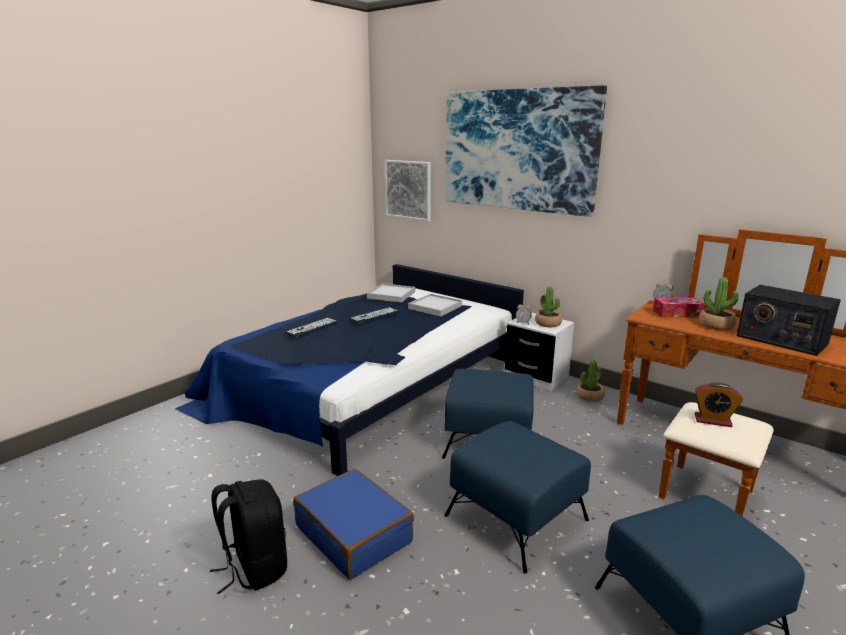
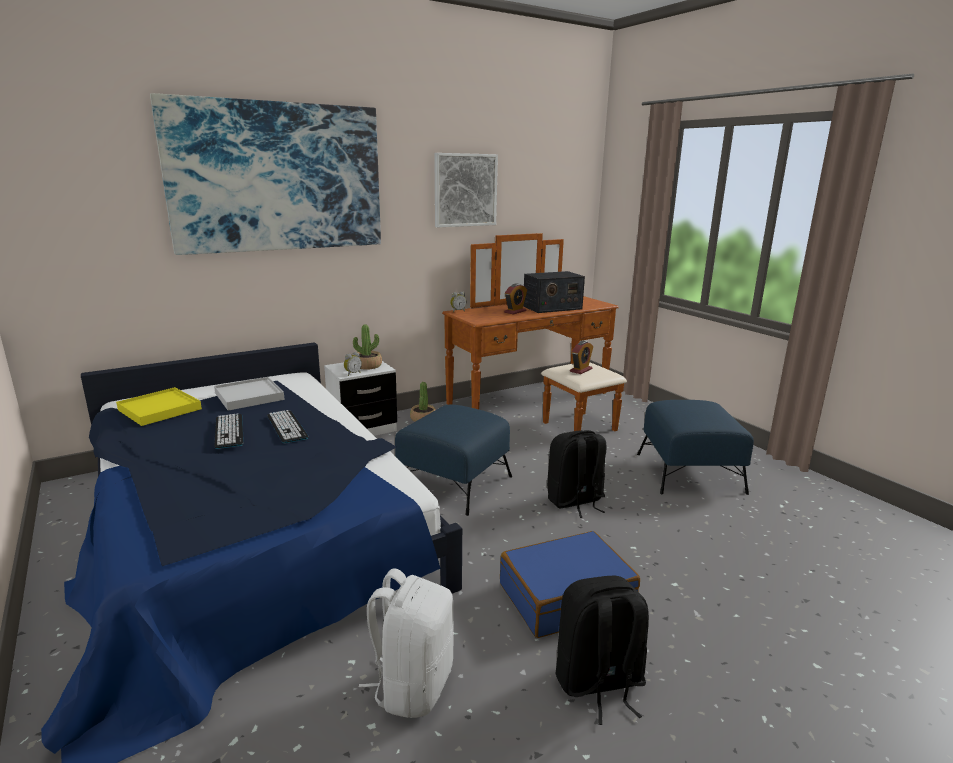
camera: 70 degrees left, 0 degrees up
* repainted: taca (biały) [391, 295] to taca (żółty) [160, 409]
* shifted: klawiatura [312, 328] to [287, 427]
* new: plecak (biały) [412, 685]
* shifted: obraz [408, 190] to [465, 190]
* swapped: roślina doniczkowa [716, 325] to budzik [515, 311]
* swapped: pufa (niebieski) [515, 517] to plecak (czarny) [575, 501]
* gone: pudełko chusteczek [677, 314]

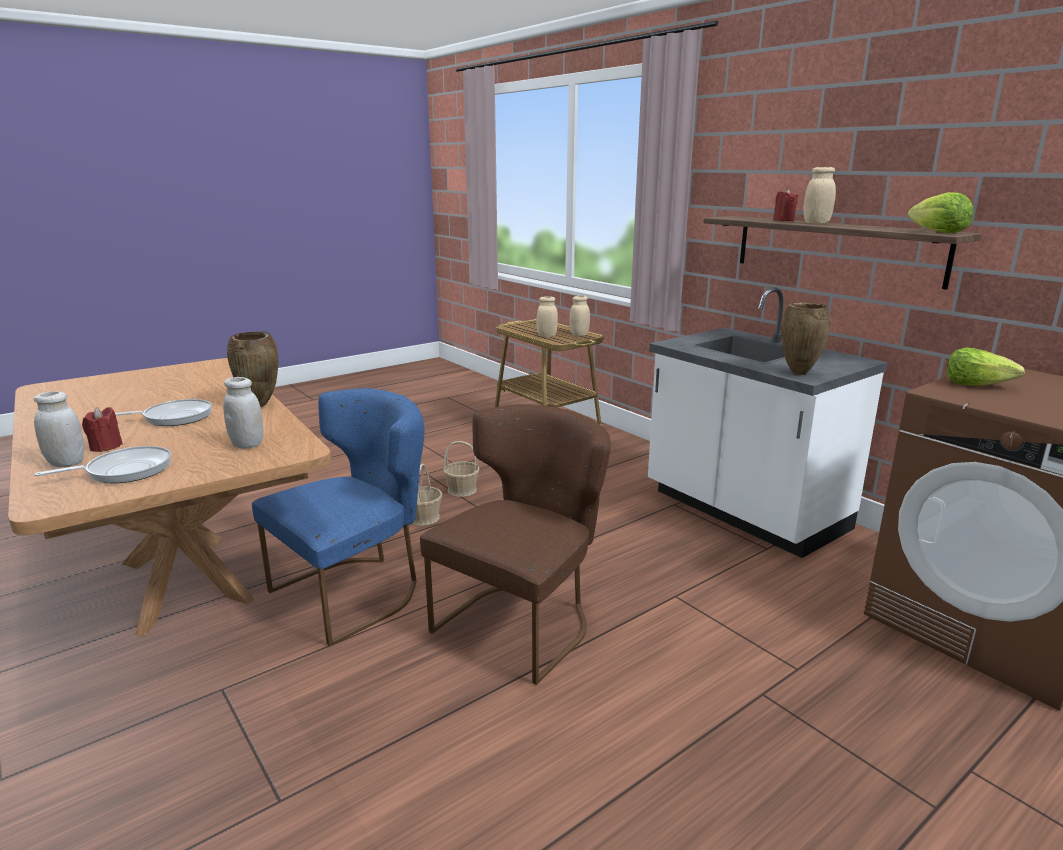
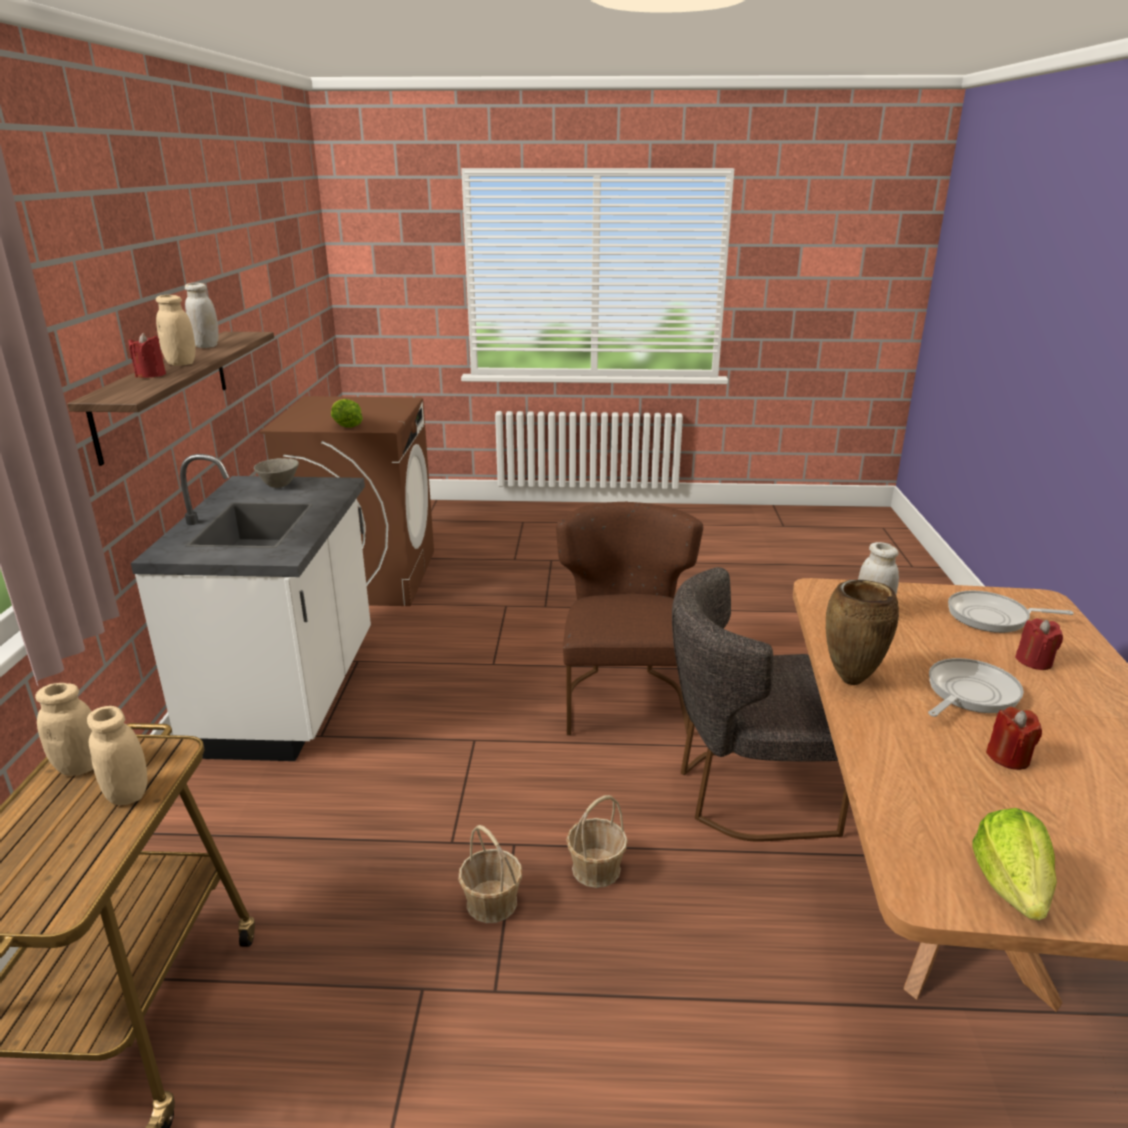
camera: 140 degrees left, 5 degrees up
* shifted: słoik (biały) [66, 463] to [206, 346]
* new: miska (szary) [279, 486]
* rotated: krzesło (brązowy) [523, 621] = [625, 697] 105 degrees clockwise
* repainted: krzesło (niebieski) [356, 590] to krzesło (szary) [745, 792]
* rotated: patelnia [174, 417] = [969, 693] 120 degrees clockwise
* shifted: sałata [937, 232] to [1011, 887]
* new: świeca (czerwony) [1008, 757]
* gone: wazon (brązowy) [797, 373]

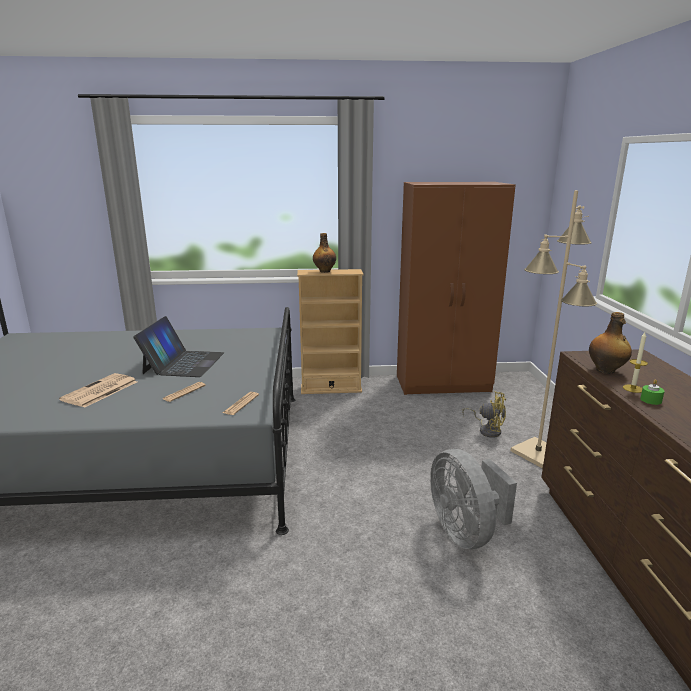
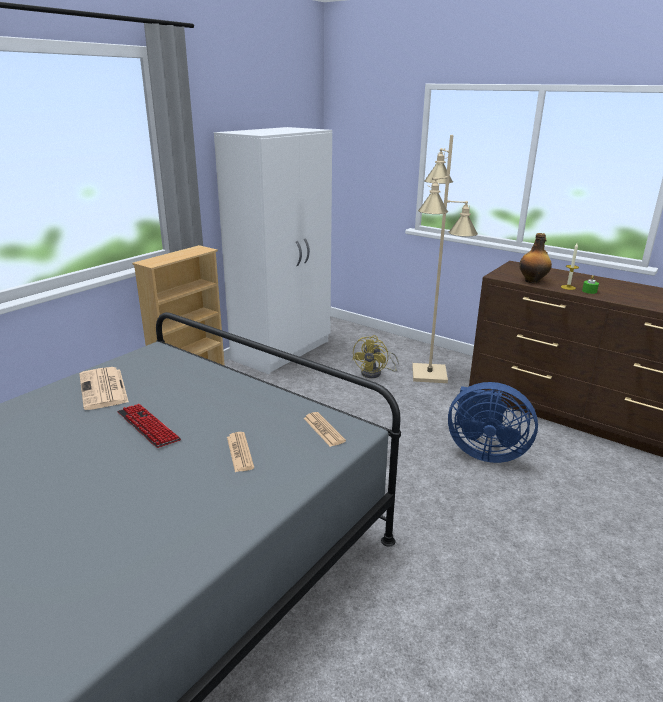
camera: 50 degrees left, 5 degrees up
* shifted: gazeta [99, 391] to [104, 389]
* swapped: laptop [183, 363] to klawiatura [148, 426]
* repainted: szafa (brązowy) [444, 384] to szafa (biały) [283, 350]
* rotated: wentylator (żółty) [487, 430] = [375, 373] 135 degrees clockwise
* repainted: wentylator (szary) [466, 532] to wentylator (niebieski) [484, 452]
* gone: butelka [324, 271]

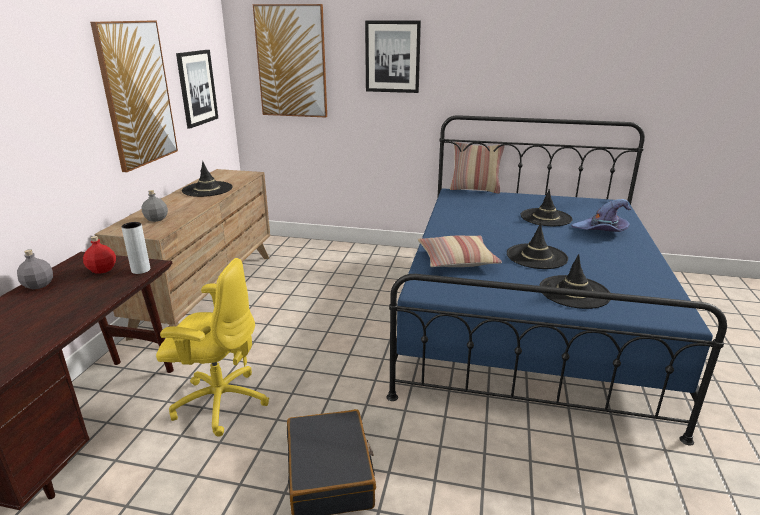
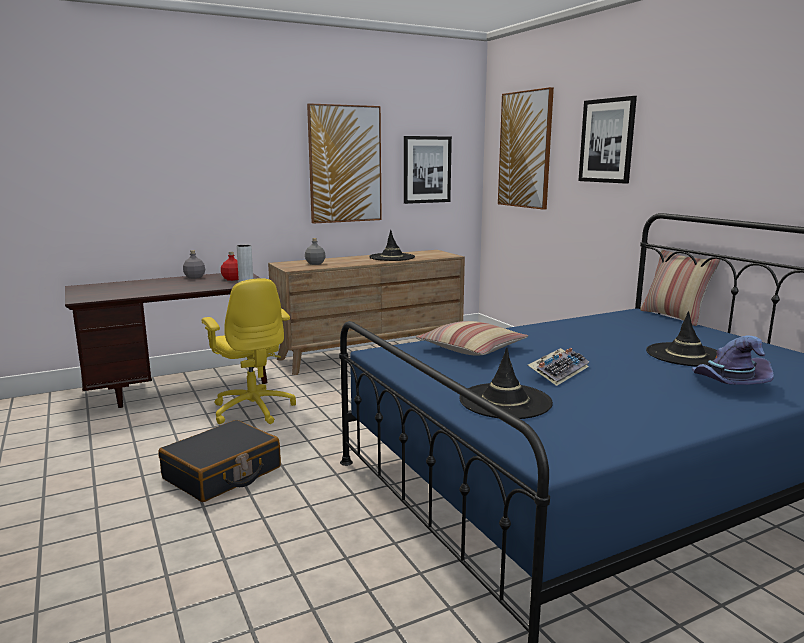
camera: 50 degrees right, 10 degrees down
* swapped: kapelusz (czarny) [536, 256] to klawiatura [558, 372]

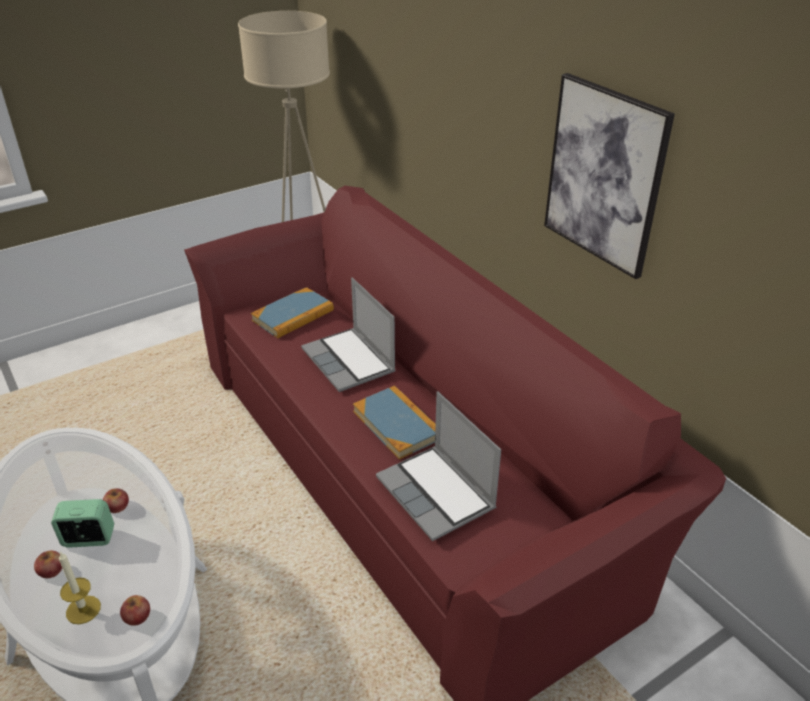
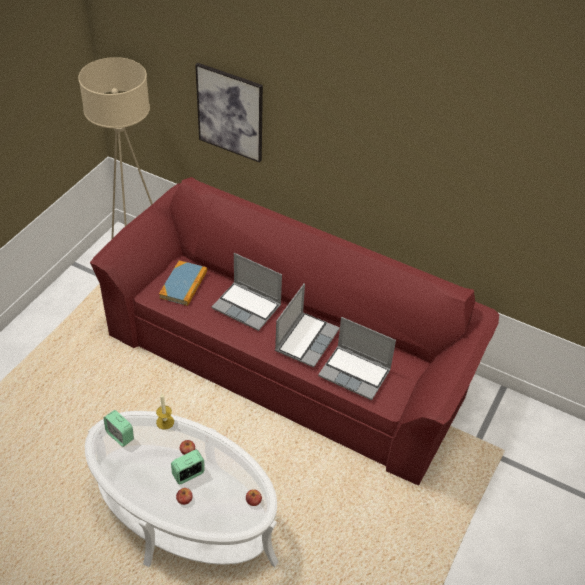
camera: 30 degrees left, 10 degrees up
* new: budzik [120, 436]
* shifted: świeca [83, 609] to [165, 422]
* shifted: obraz [604, 175] to [230, 112]
* swapped: książka [397, 424] to laptop [306, 339]

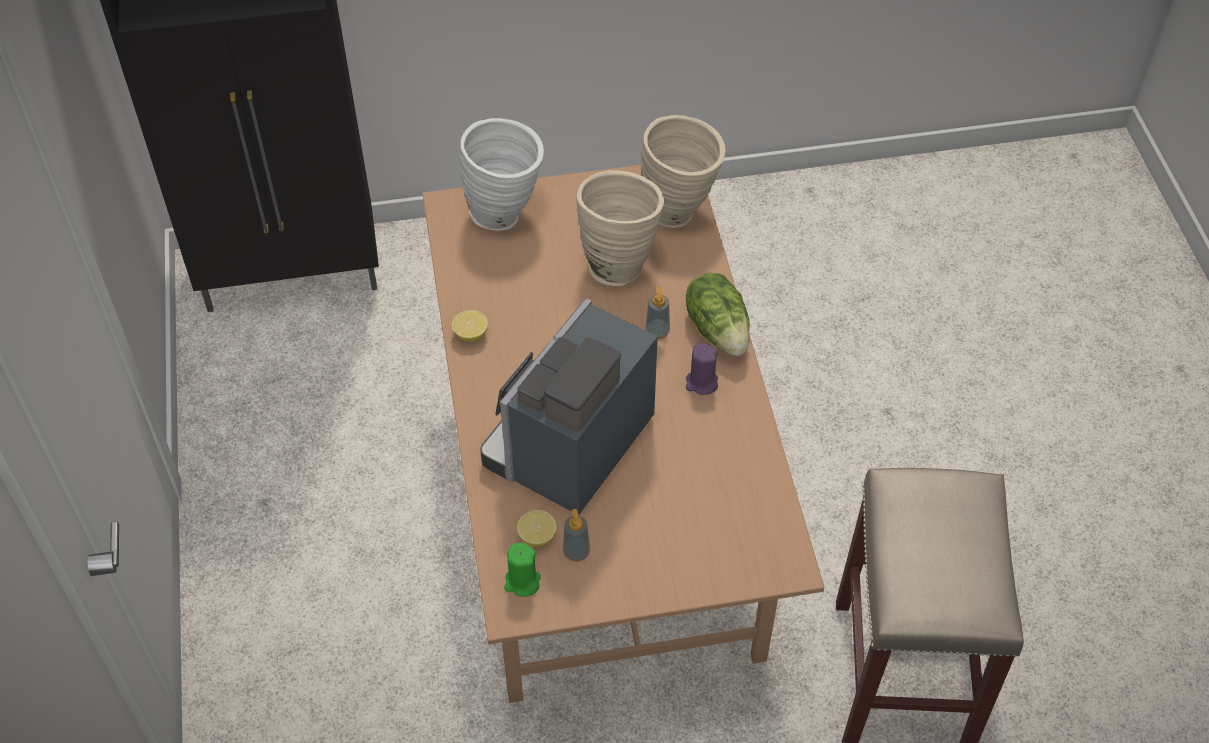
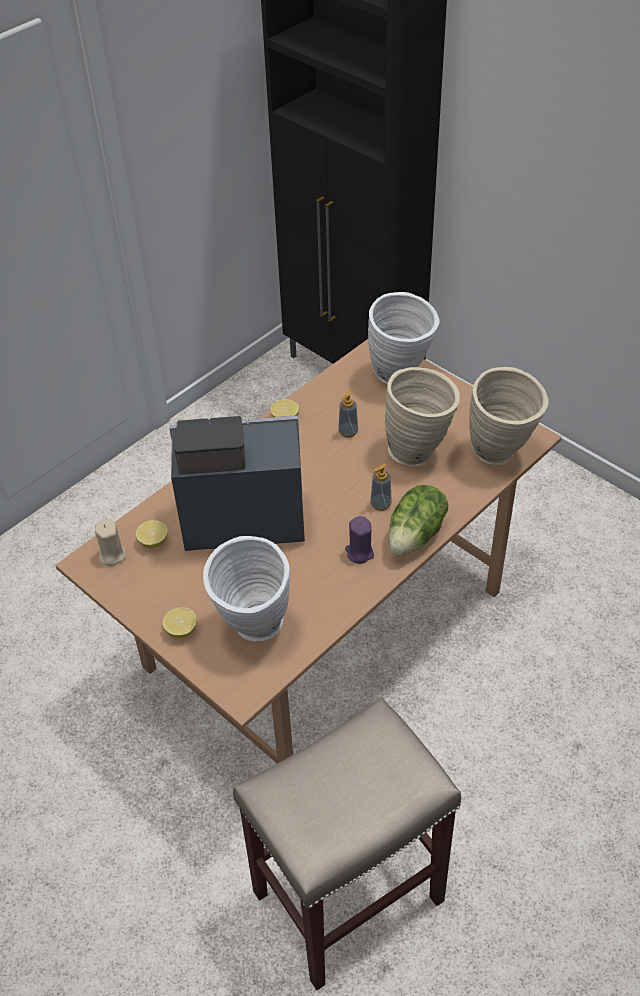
camera: 55 degrees right, 5 degrees down
* repainted: świeca (zielony) [522, 582] to świeca (beżowy) [112, 555]
* new: cytryna [181, 630]
* new: wazon (biały) [254, 631]
* shifted: dozownik mydła [576, 552] to [348, 432]

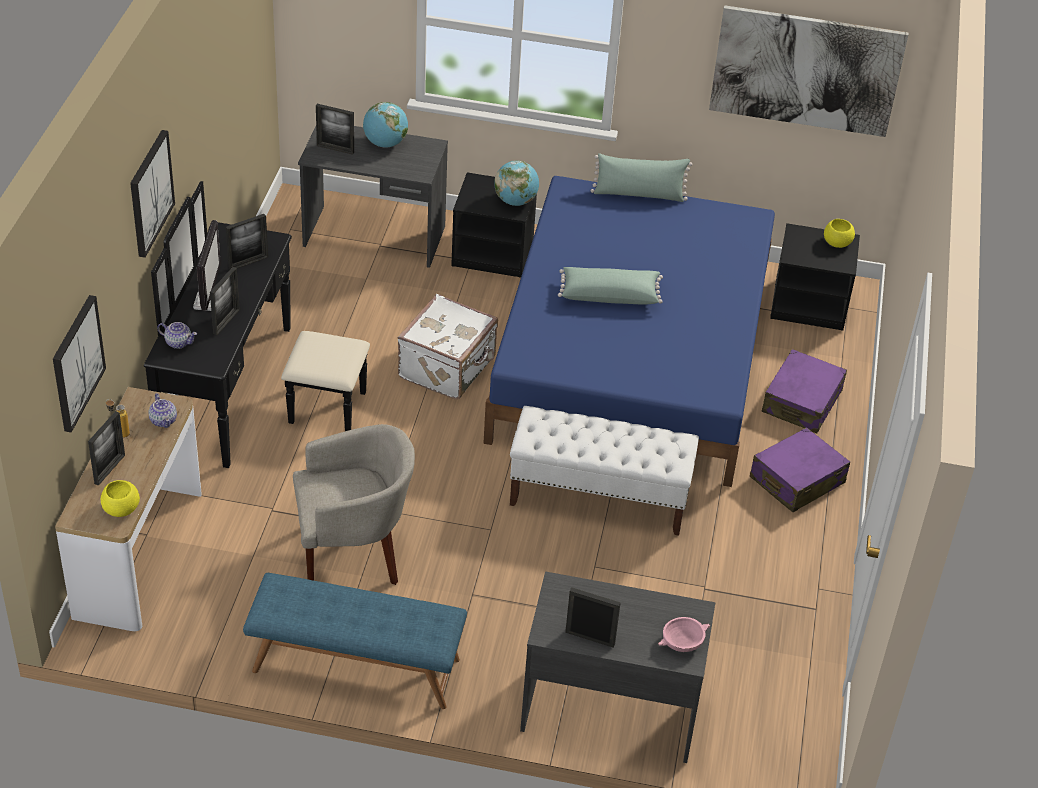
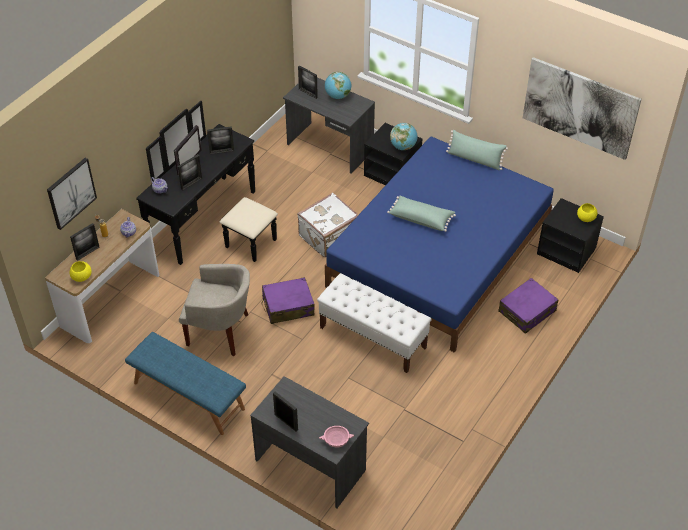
camera: 25 degrees right, 5 degrees up
* shifted: walizka (fioletowy) [796, 481] to [288, 306]
* gone: obraz [150, 193]

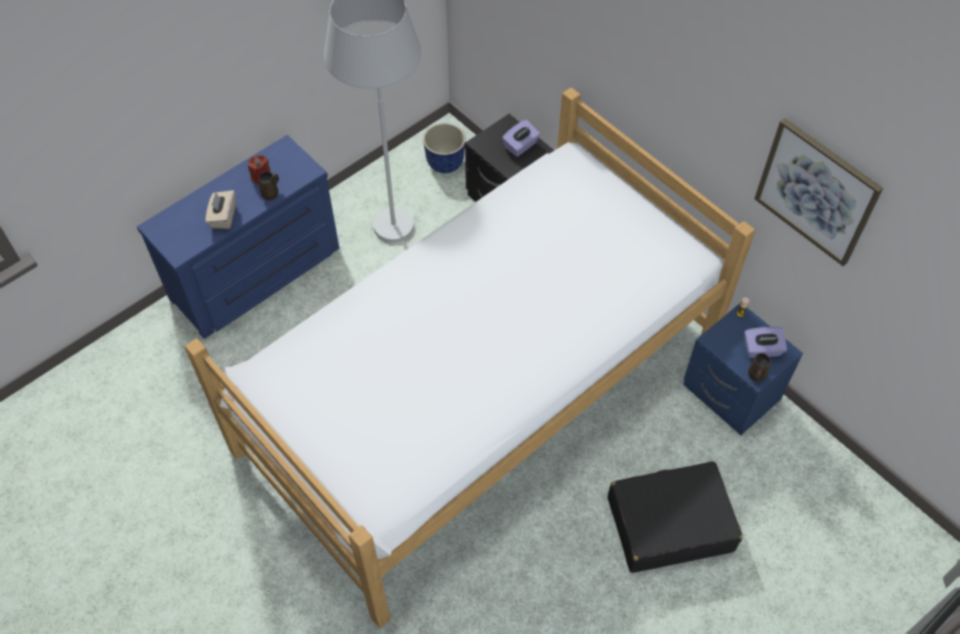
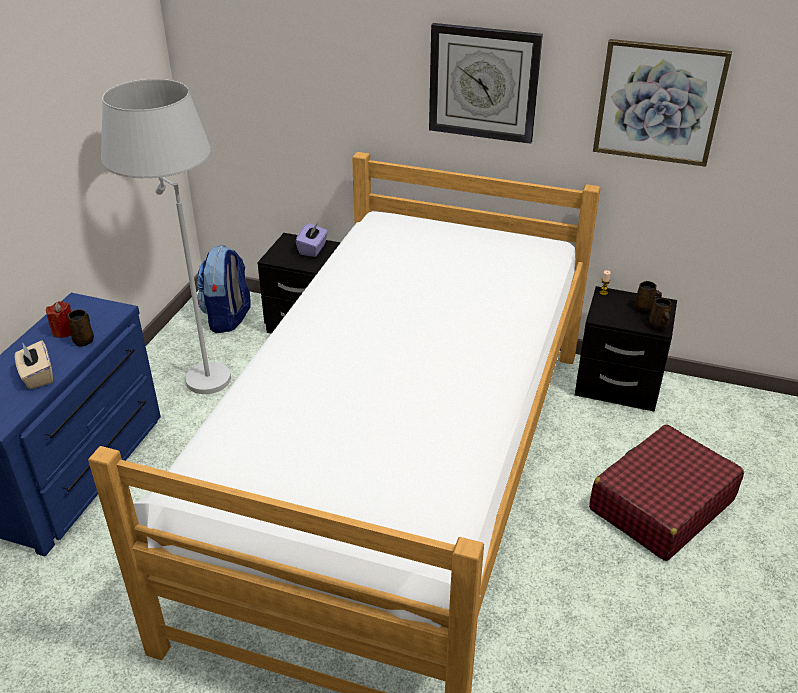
camera: 30 degrees left, 20 degrees down
* swapped: donica [445, 164] to plecak [228, 318]
* new: zegar ścienny [483, 83]
* repainted: szafka nocna (niebieski) [729, 394] to szafka nocna (czarny) [617, 386]
* repainted: walizka (czarny) [669, 524] to walizka (czerwony) [661, 505]
* swapped: pudełko chusteczek (fioletowy) [762, 349] to kubek (brązowy) [644, 309]

